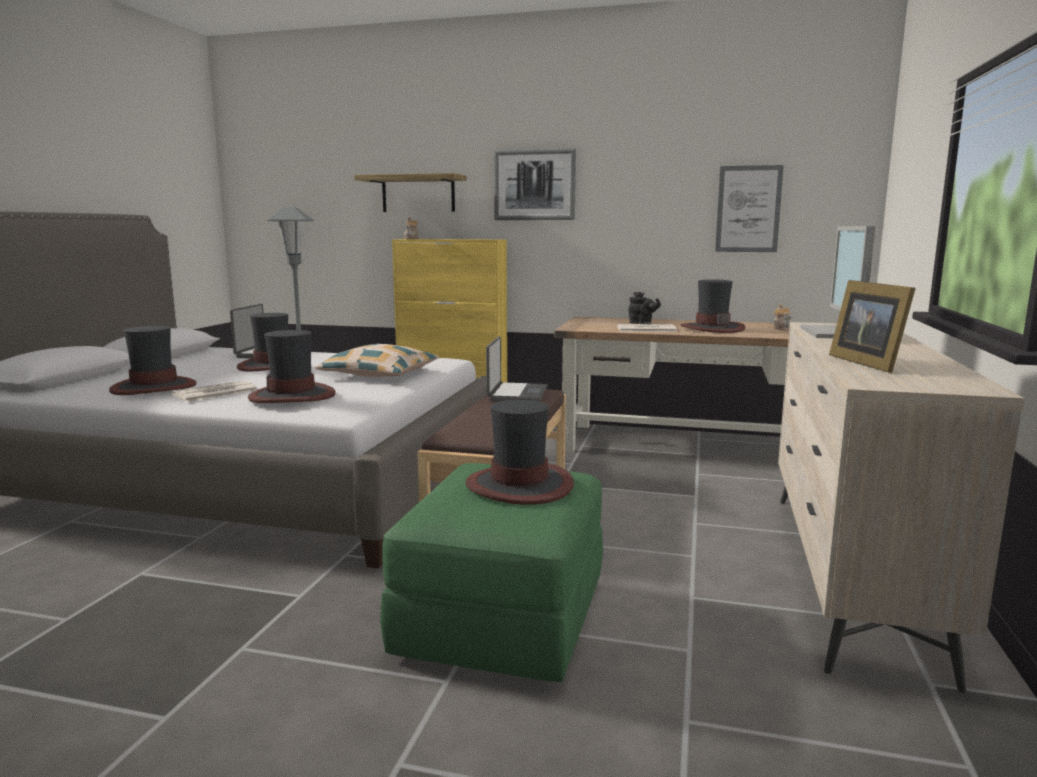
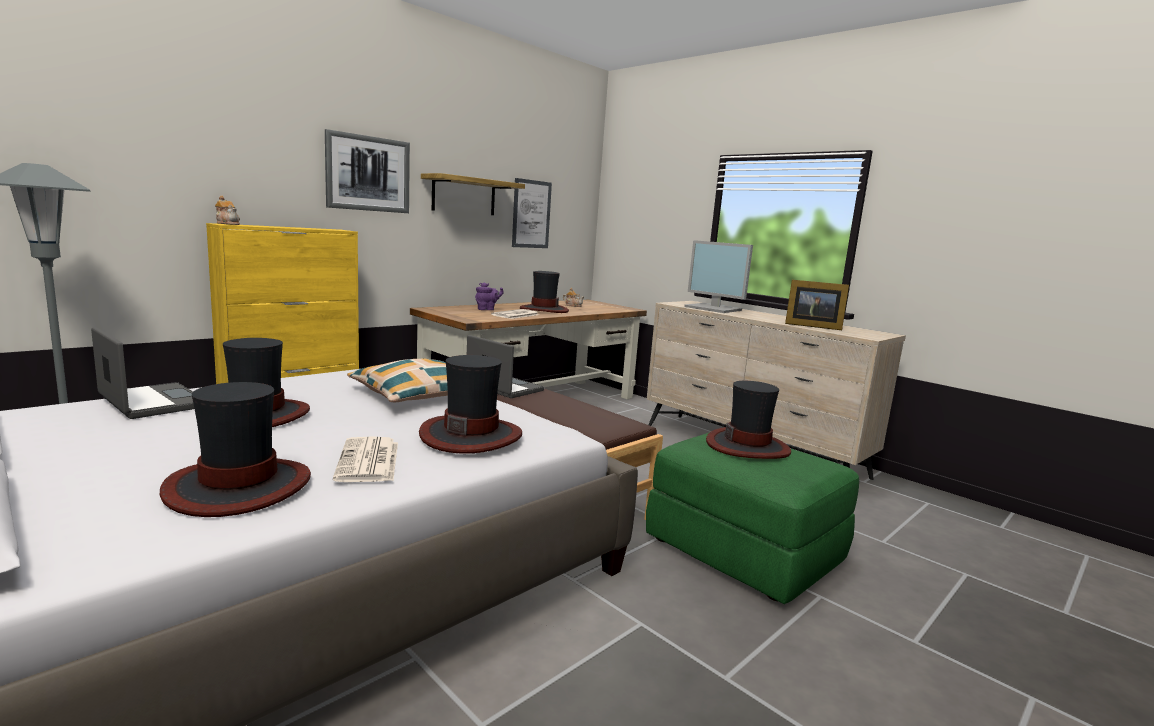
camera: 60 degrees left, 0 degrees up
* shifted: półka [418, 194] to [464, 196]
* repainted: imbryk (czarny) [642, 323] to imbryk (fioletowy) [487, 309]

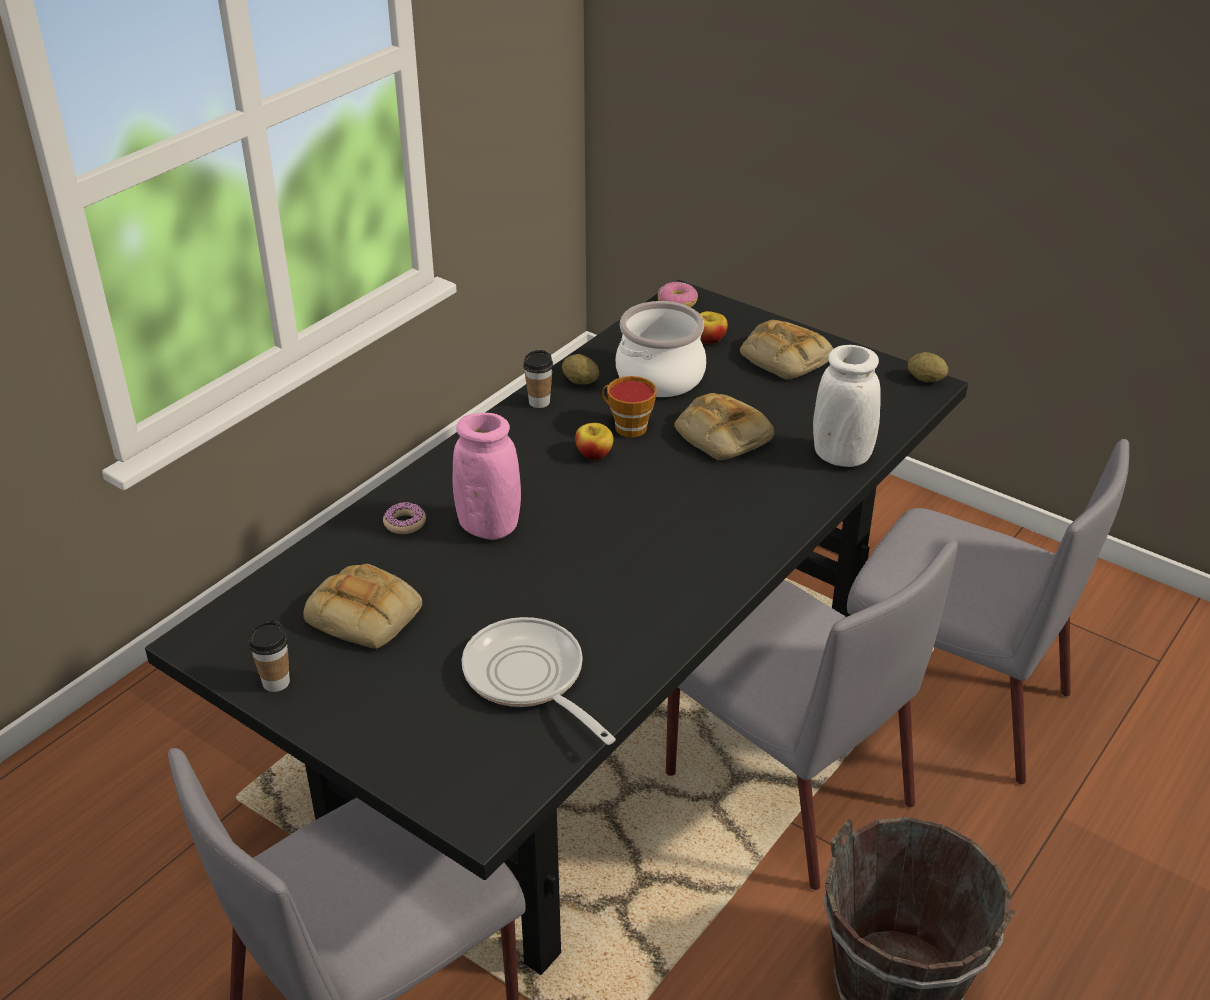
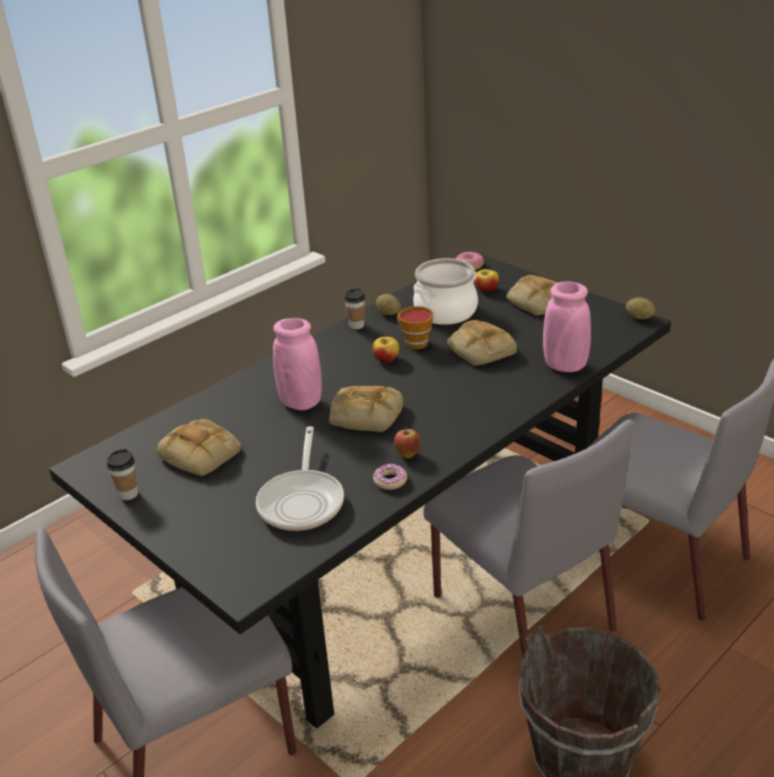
camera: 10 degrees right, 5 degrees down
* rotated: patelnia [529, 679] = [302, 501] 150 degrees counterclockwise
* new: chleb [365, 415]
* shifted: donut [405, 523] to [390, 480]
* new: jabłko [407, 454]
* repainted: wazon (biały) [841, 456] to wazon (różowy) [565, 366]

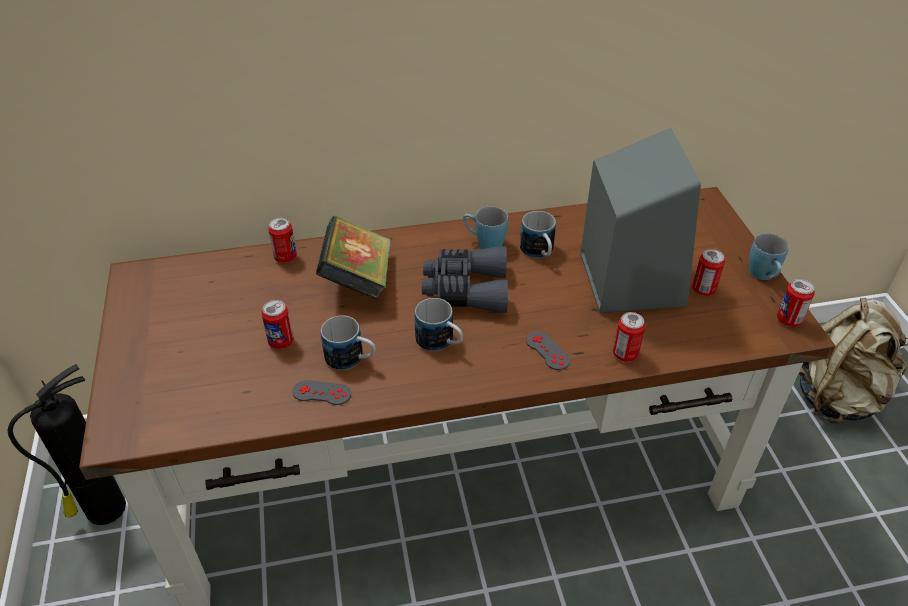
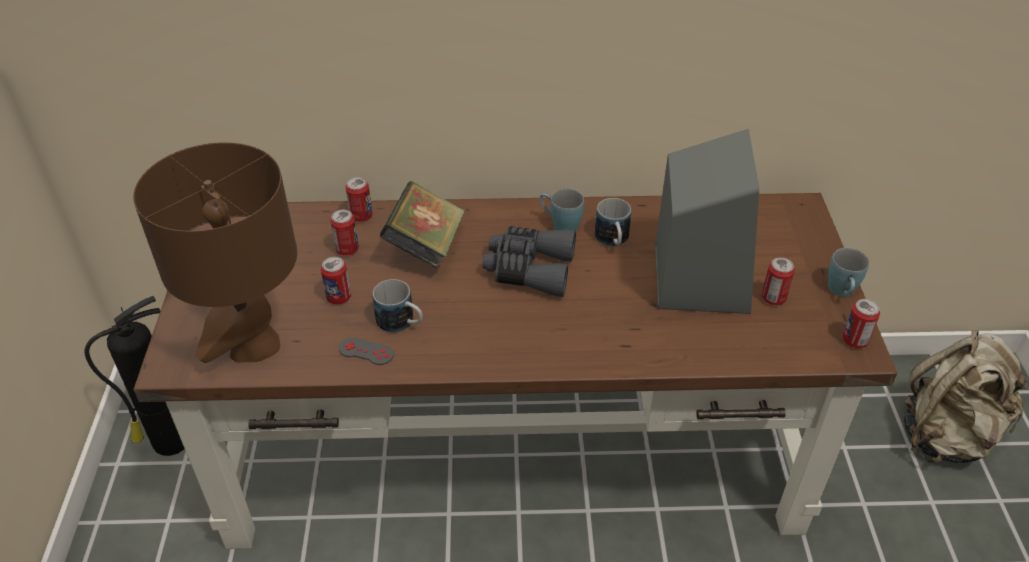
camera: 10 degrees right, 0 degrees up
* new: lampa stołowa (brązowy) [254, 345]
* shifted: puszka [625, 354] to [347, 249]
* gone: kubek [441, 343]
* gone: pad do gier (szary) [547, 350]

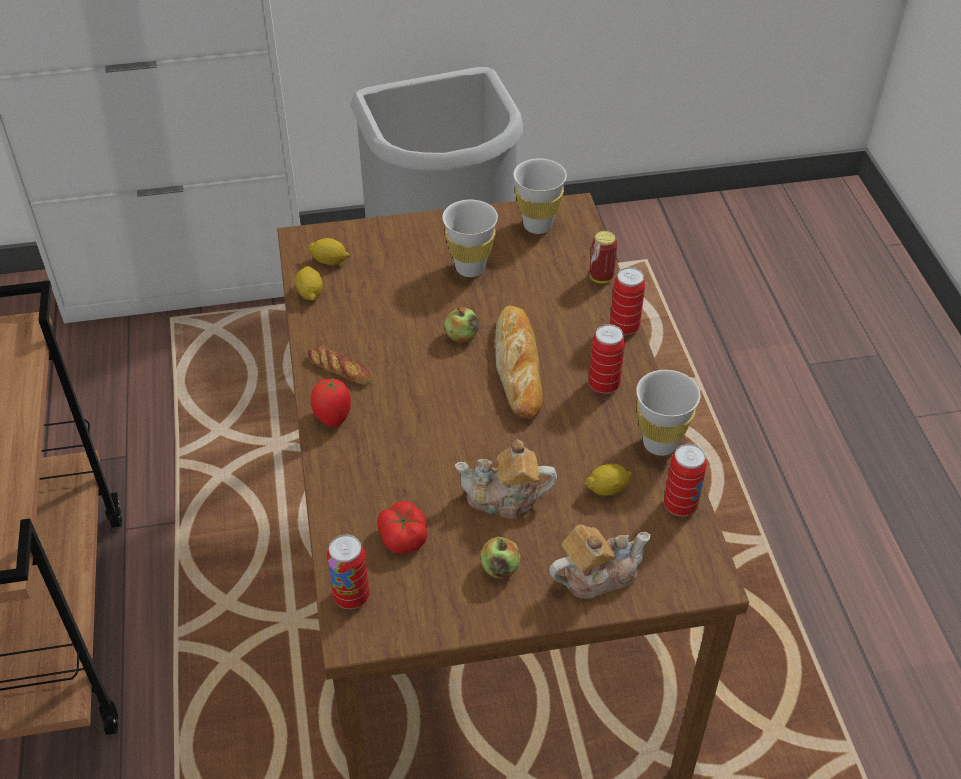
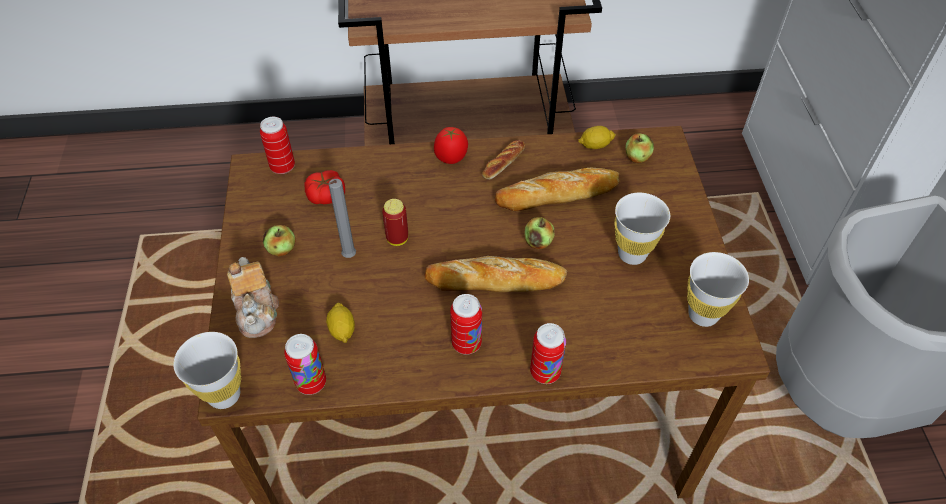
camera: 95 degrees right, 5 degrees up
* shifted: filiżanka (biały) [660, 443] to [224, 395]
* swapped: imbryk [504, 498] to świeca (szary) [348, 258]
* shifted: puszka [601, 277] to [397, 238]
* new: chleb [558, 194]
* swapped: cytryna [330, 261] to jabłko [637, 157]

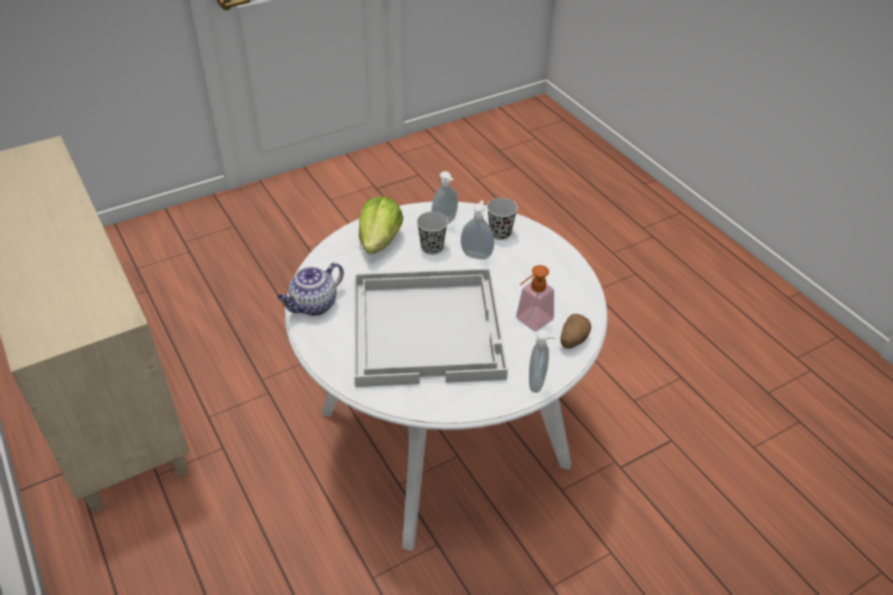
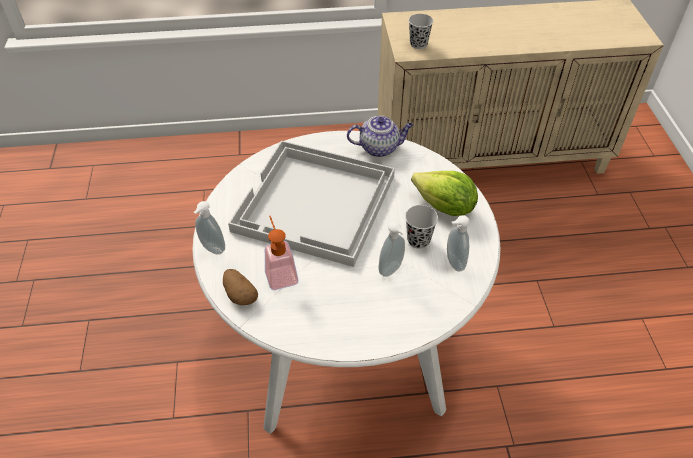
camera: 115 degrees right, 5 degrees up
* rotated: imbryk [313, 306] = [380, 148] 105 degrees clockwise
* shifted: filiżanka (czarny) [500, 233] to [418, 44]

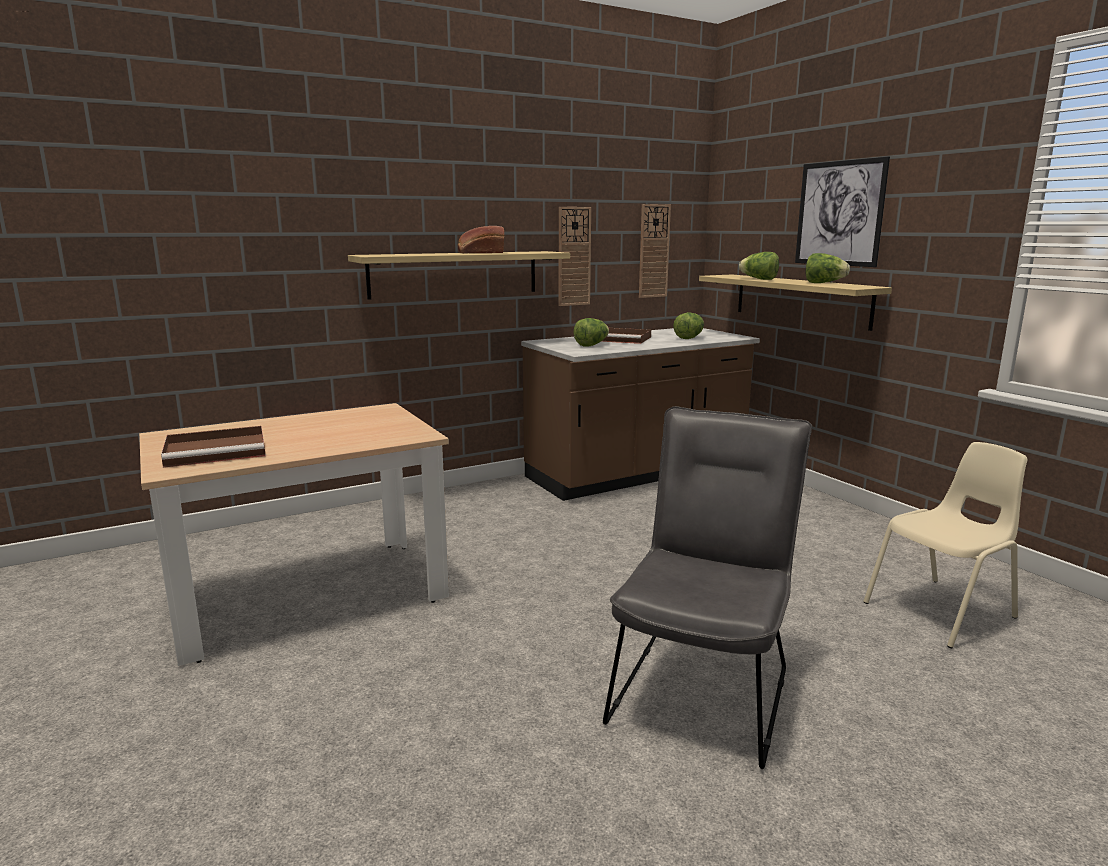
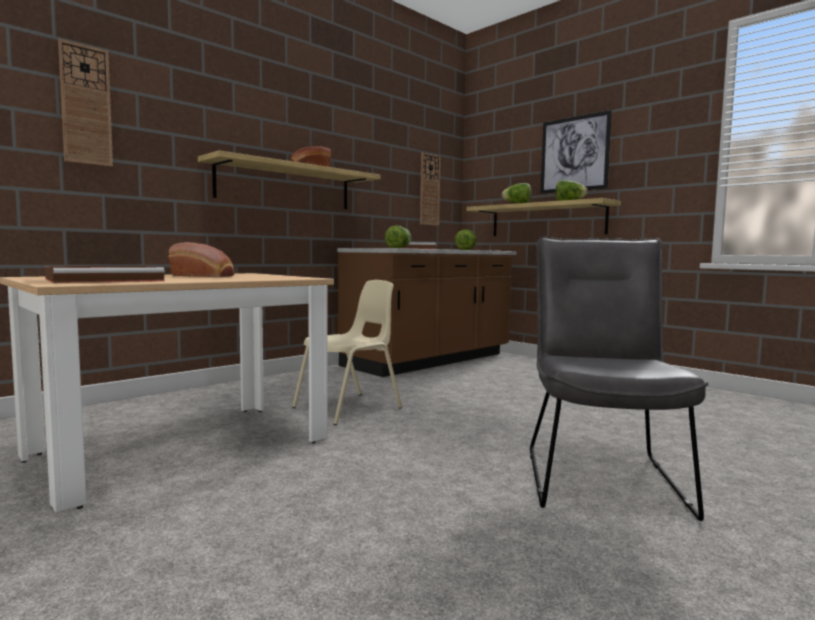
camera: 15 degrees left, 10 degrees down
* shifted: zegar ścienny [574, 256] to [86, 105]
* new: chleb [204, 276]
* shifted: krzesło (beżowy) [942, 611] to [349, 408]

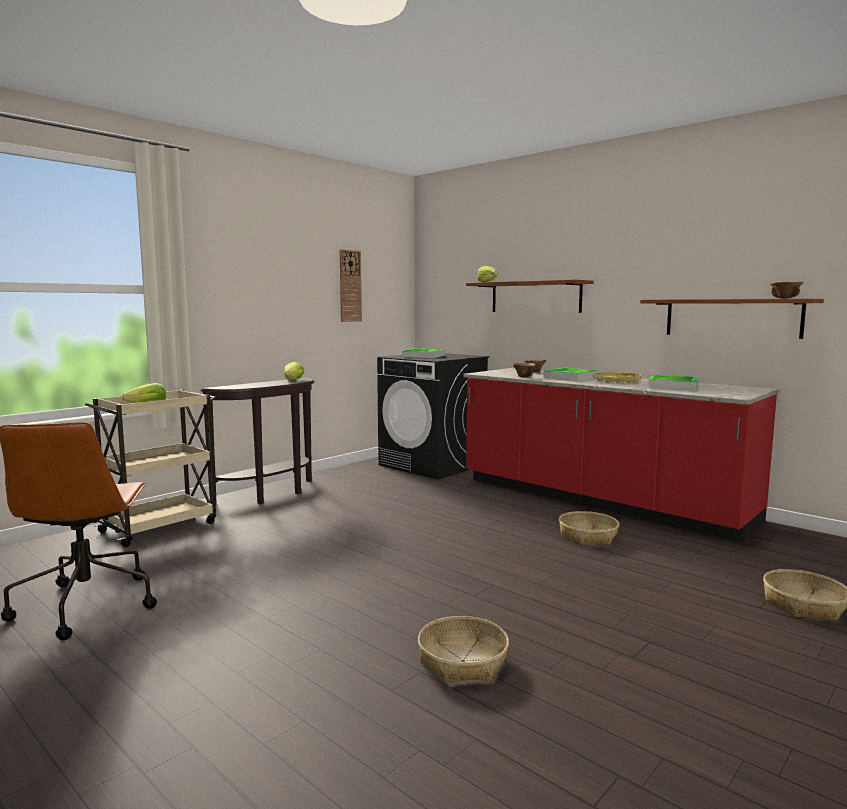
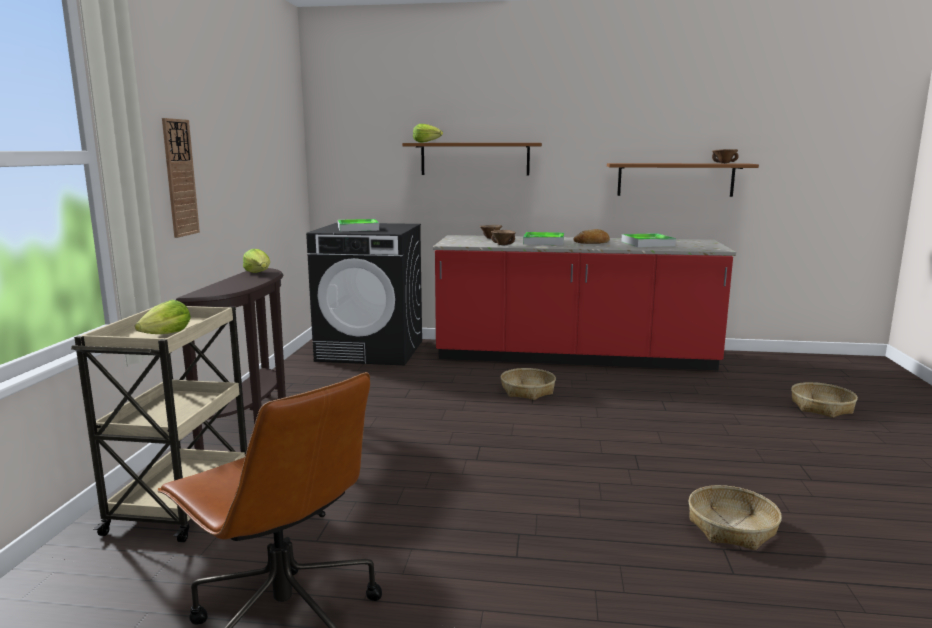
camera: 35 degrees left, 5 degrees up
* shifted: zegar ścienny [350, 286] to [180, 178]
* shifted: koszyk [587, 536] to [527, 391]
* swapped: taca (żółty) [616, 381] to chleb [592, 243]

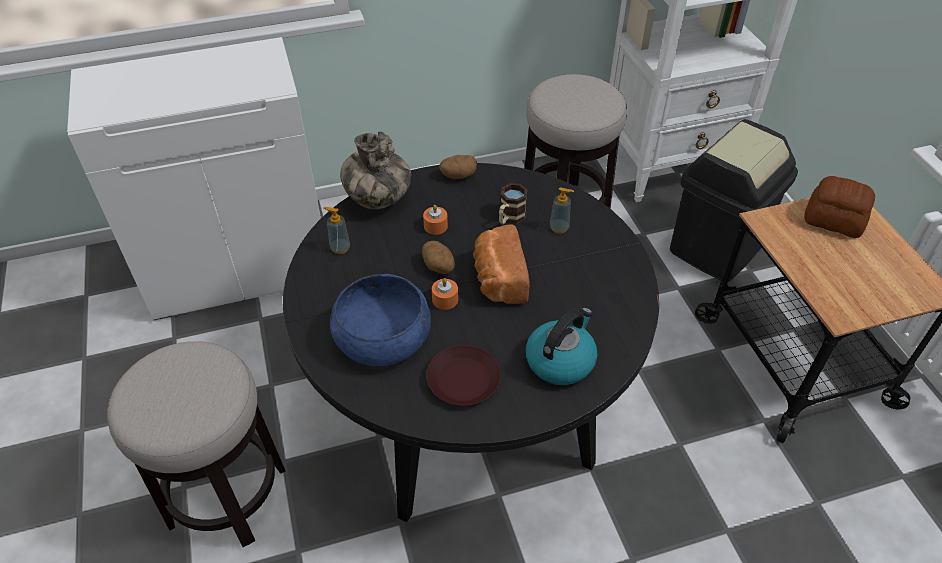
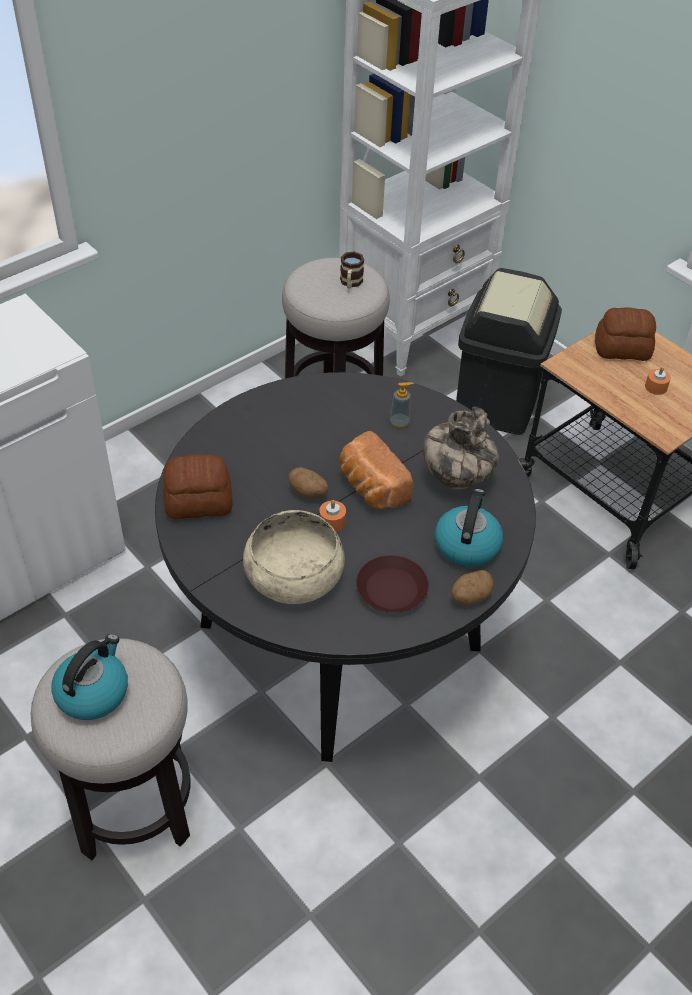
camera: 25 degrees left, 0 degrees up
* new: czajnik [93, 692]
* swapped: dozownik mydła [340, 248] to chleb [199, 502]
* repainted: miska (niebieski) [382, 336] to miska (beżowy) [294, 574]
* shifted: kubek [509, 218] to [350, 283]
* shifted: wazon [378, 200] to [456, 478]
* shifted: ziemniak [458, 175] to [470, 597]
* shifted: świeca (pomarańczowy) [435, 226] to [655, 387]

